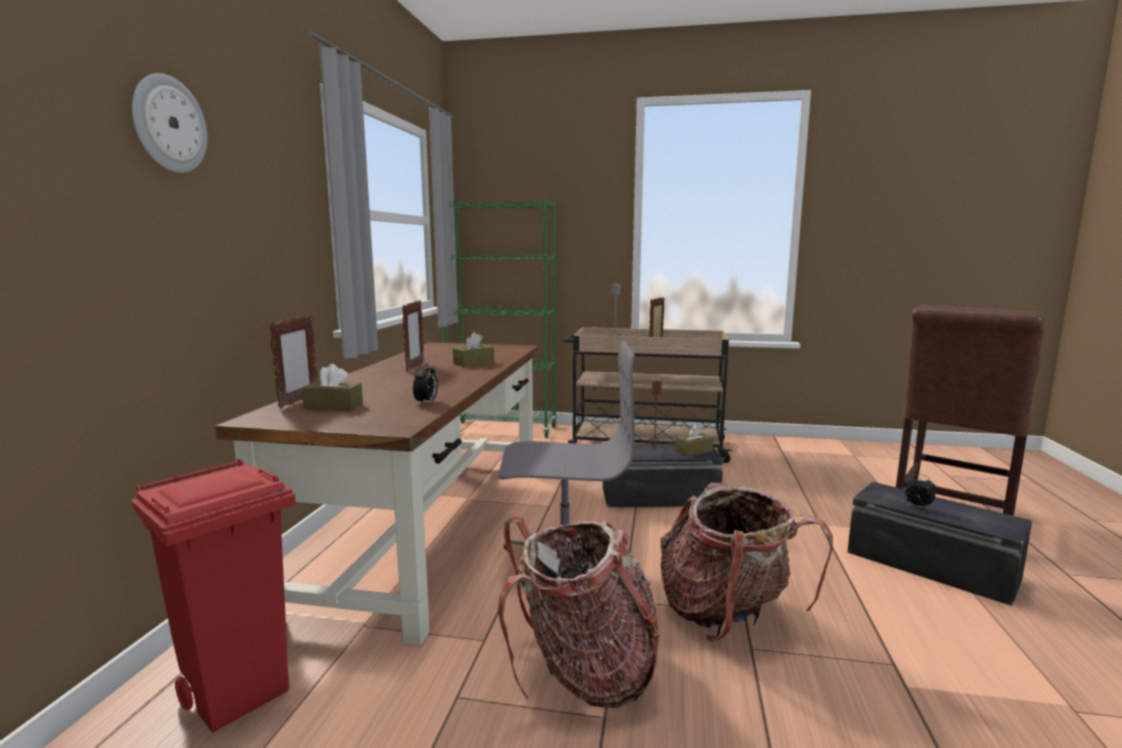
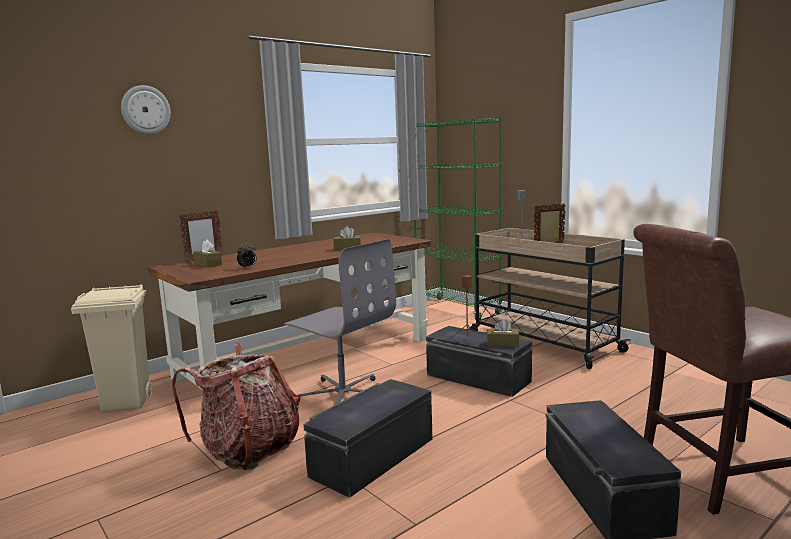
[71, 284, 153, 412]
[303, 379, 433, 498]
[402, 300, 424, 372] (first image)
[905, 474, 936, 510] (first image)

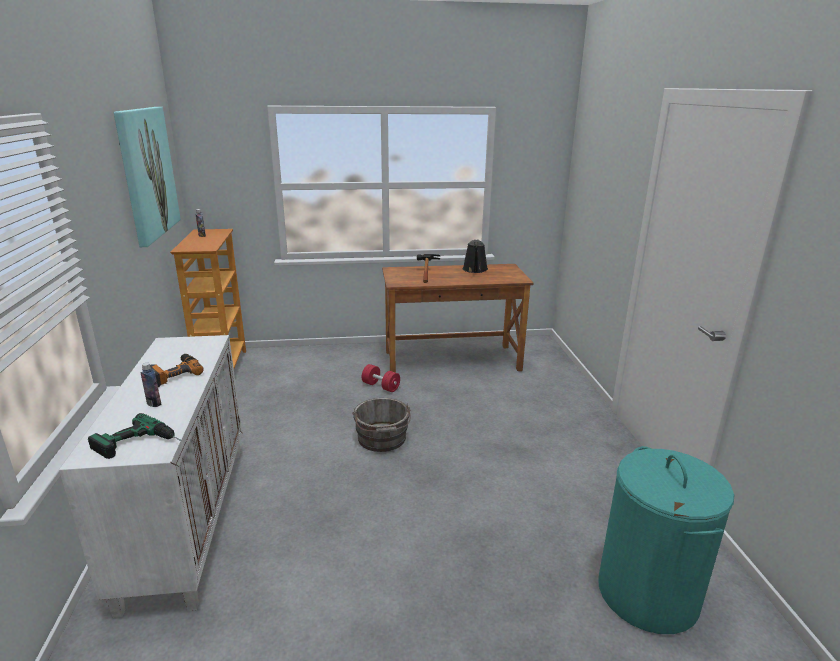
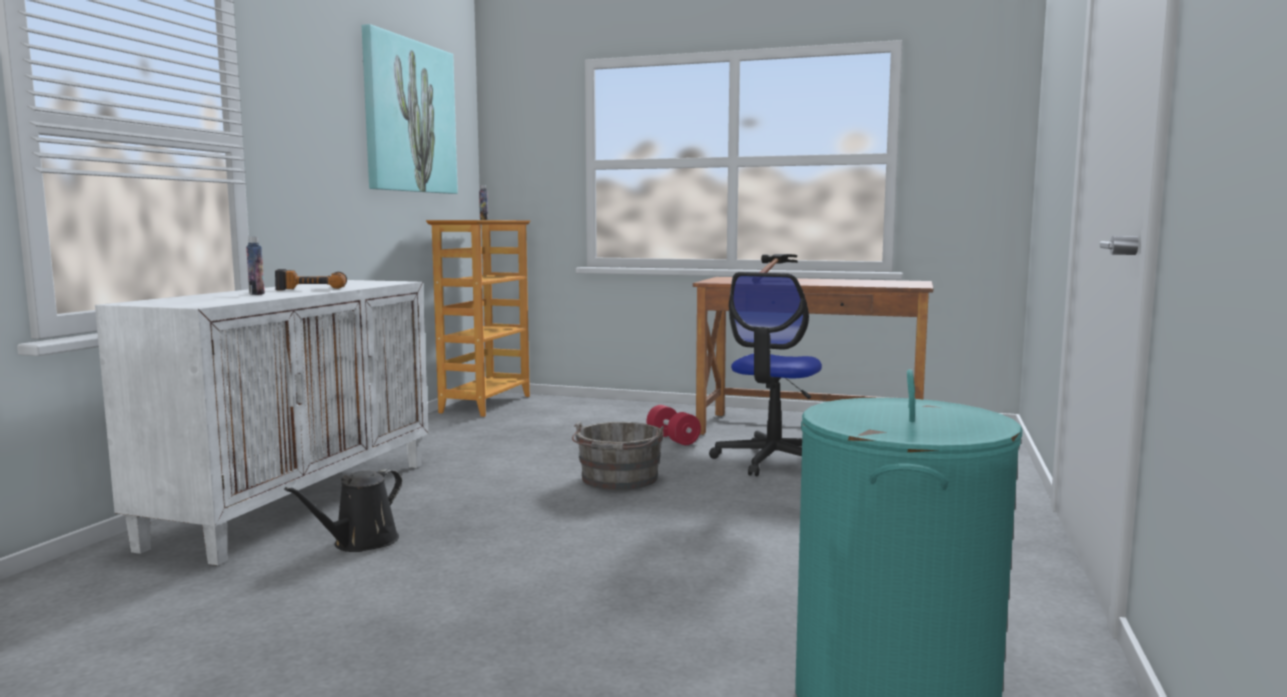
[284, 469, 402, 552]
[709, 272, 822, 476]
[88, 413, 182, 459] (first image)

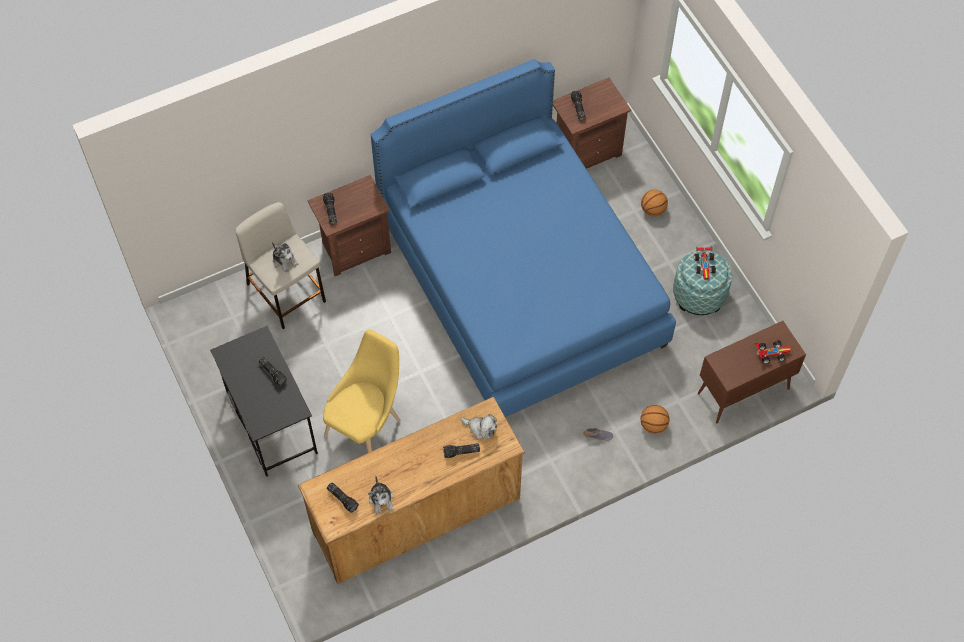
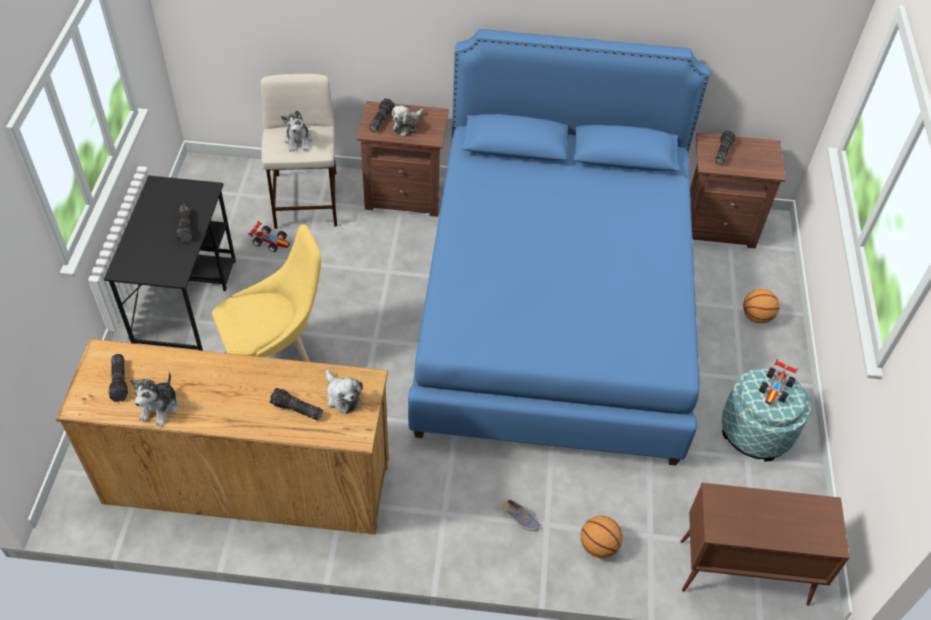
[249, 221, 290, 252]
[392, 106, 424, 137]

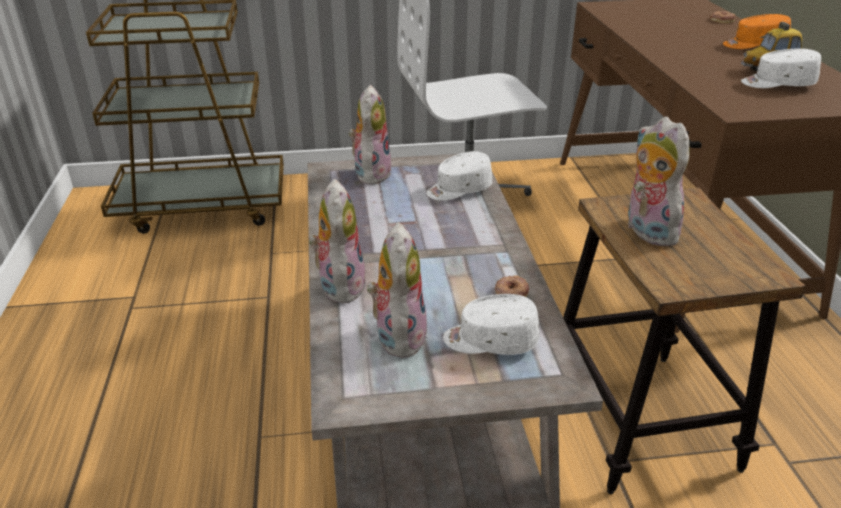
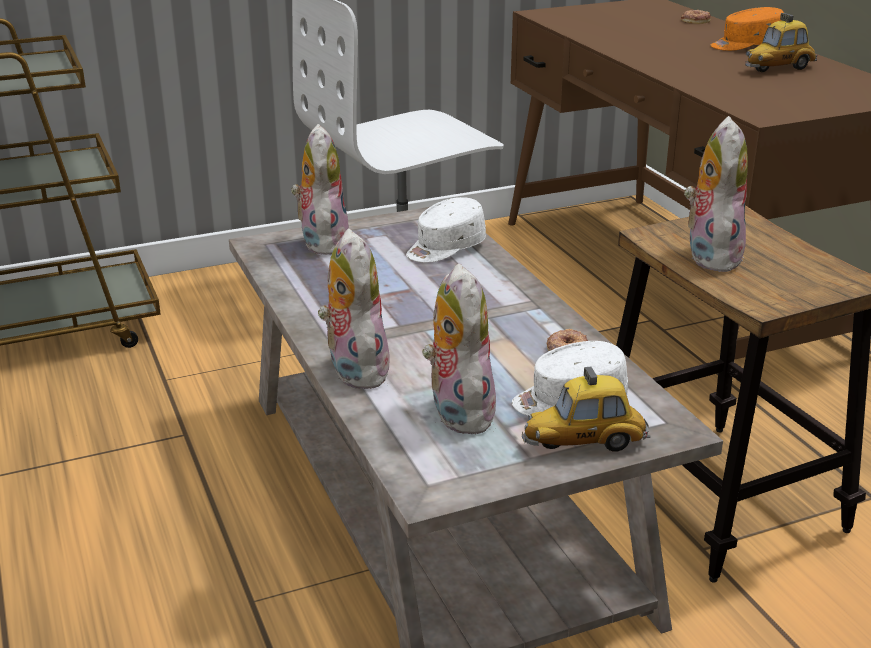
[522, 367, 650, 452]
[684, 116, 748, 272]
[741, 49, 821, 88] (first image)

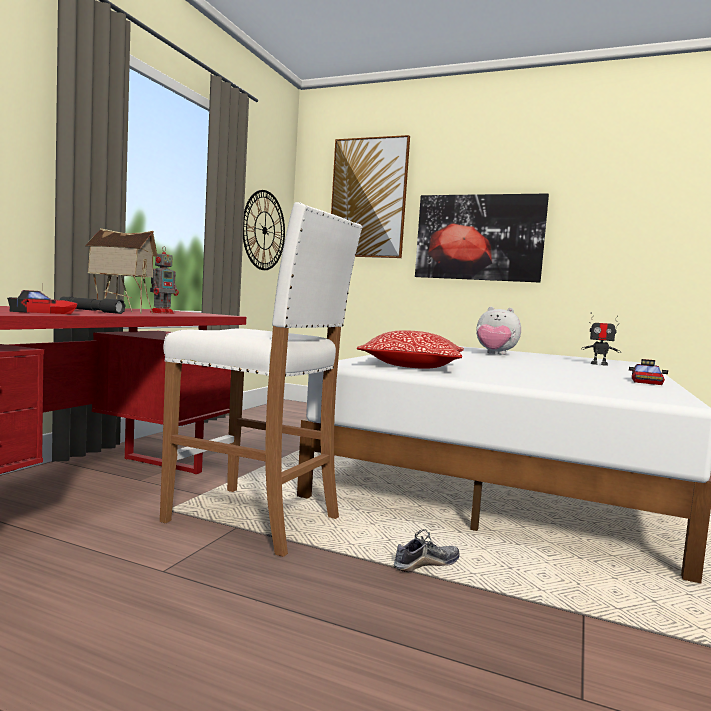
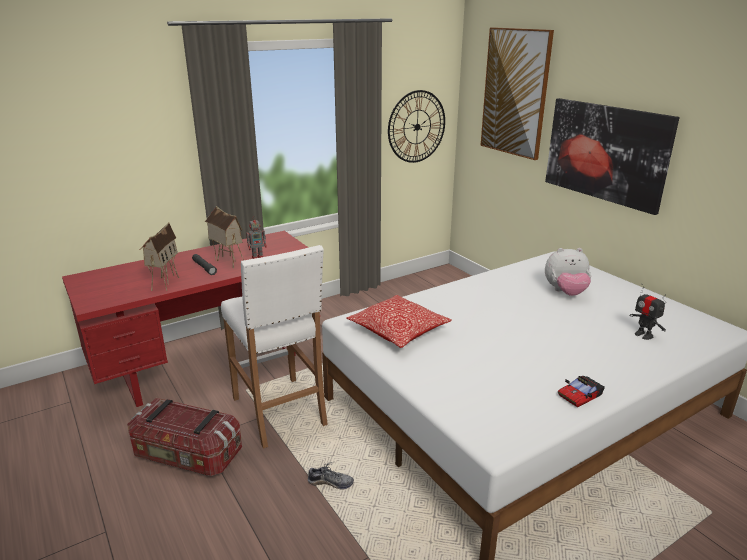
[127, 398, 242, 476]
[140, 222, 179, 291]
[545, 248, 591, 296]

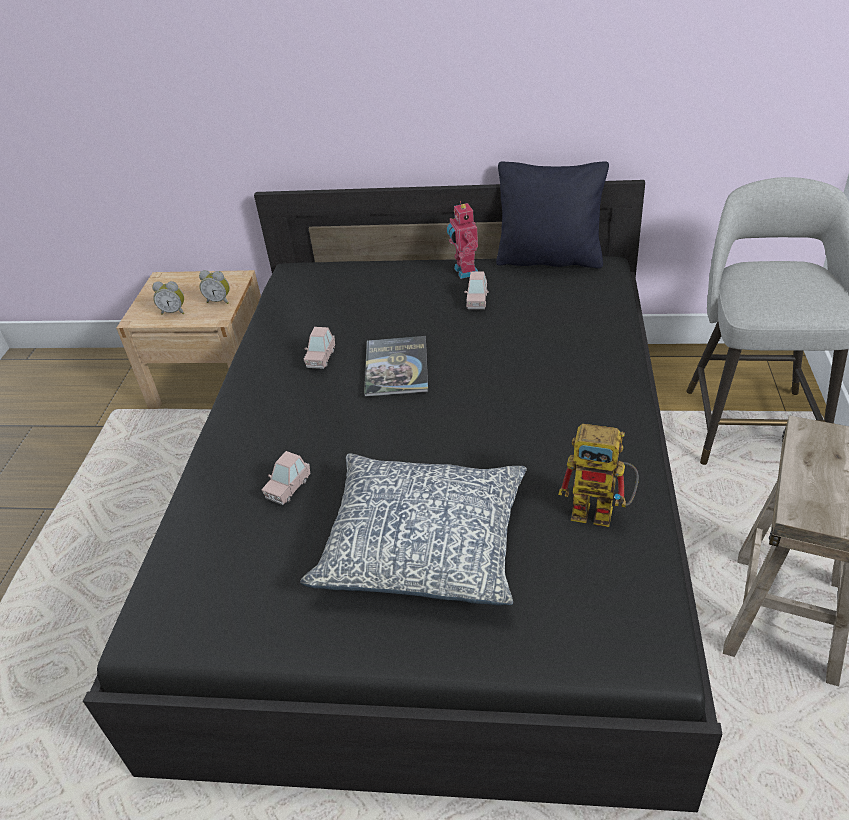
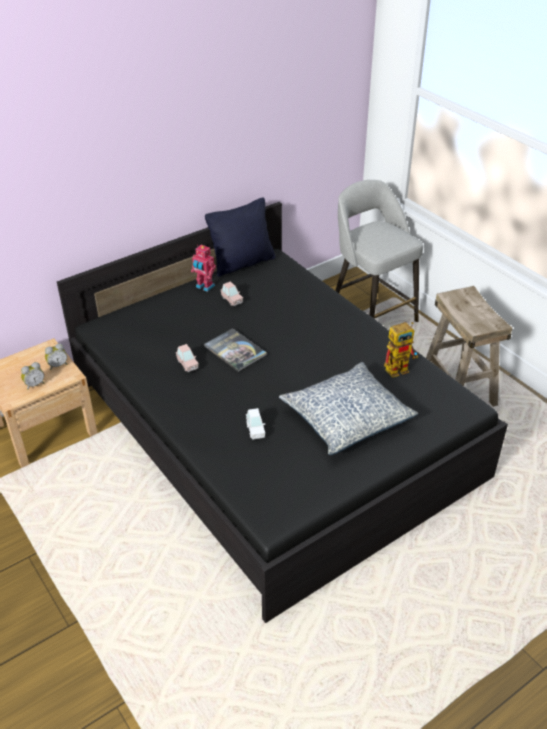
[246, 408, 265, 440]

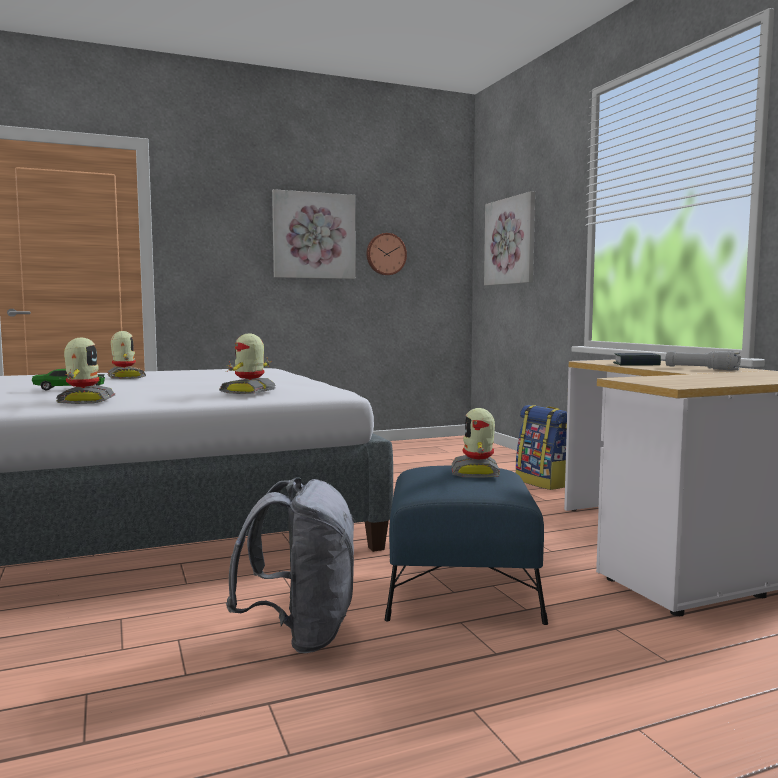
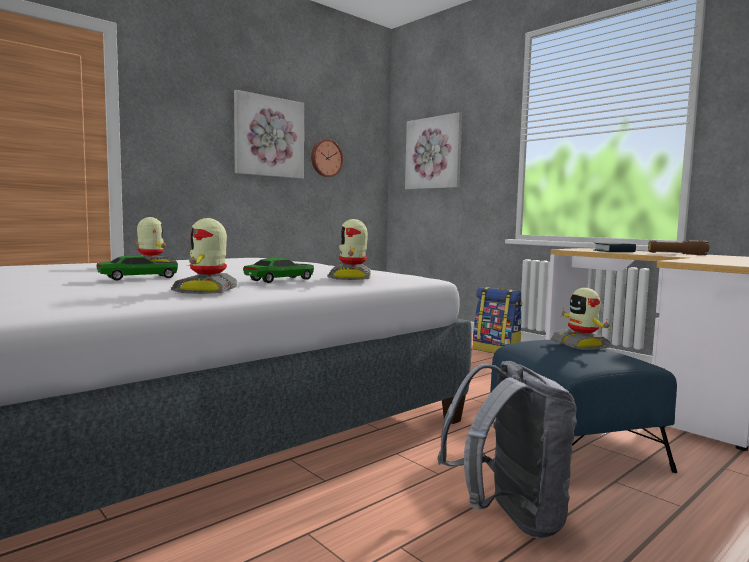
[171, 218, 237, 294]
[243, 258, 314, 283]
[648, 240, 709, 255]

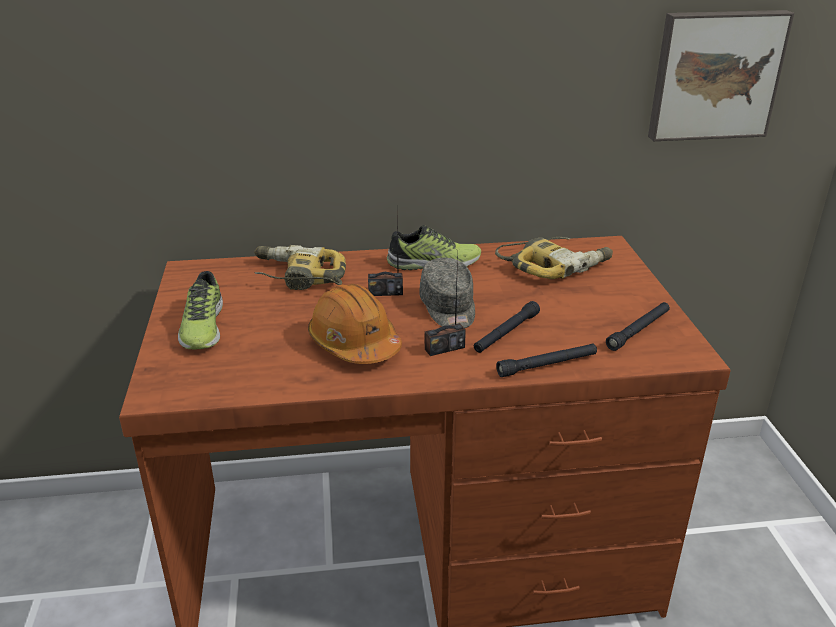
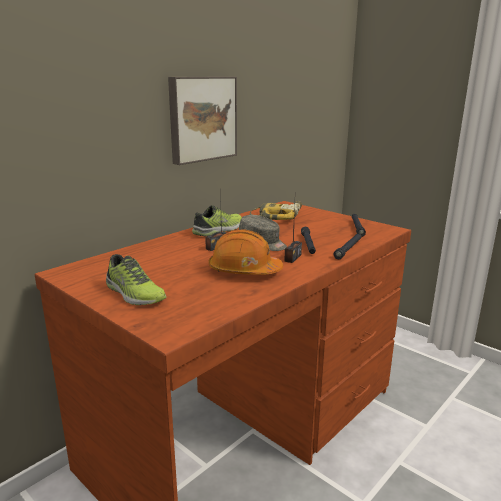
[168, 77, 237, 165]
[254, 245, 346, 290] (first image)

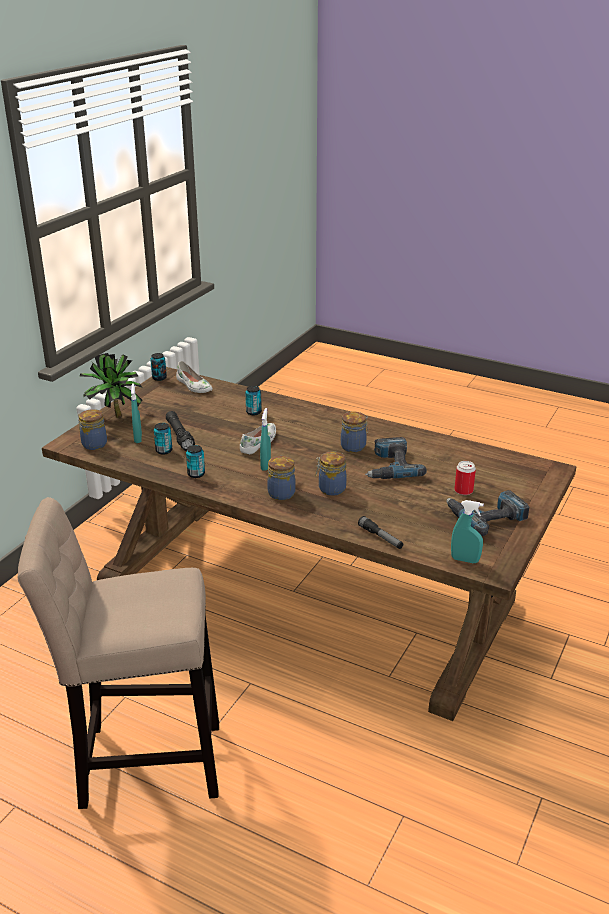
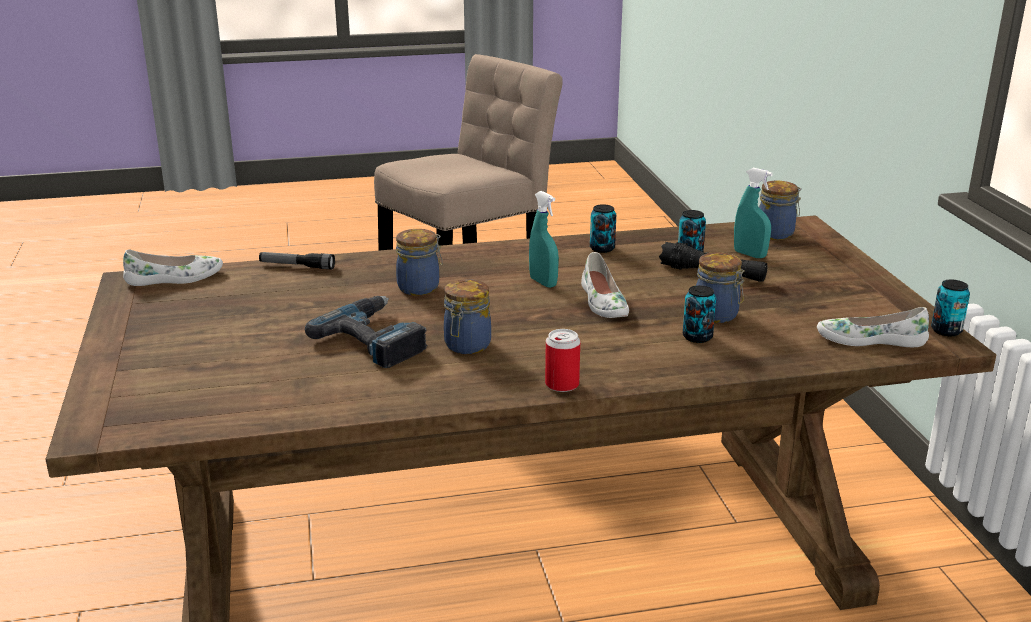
[123, 249, 223, 286]
[545, 329, 580, 392]
[696, 252, 745, 323]
[80, 353, 143, 418] (first image)
[446, 490, 530, 536] (first image)

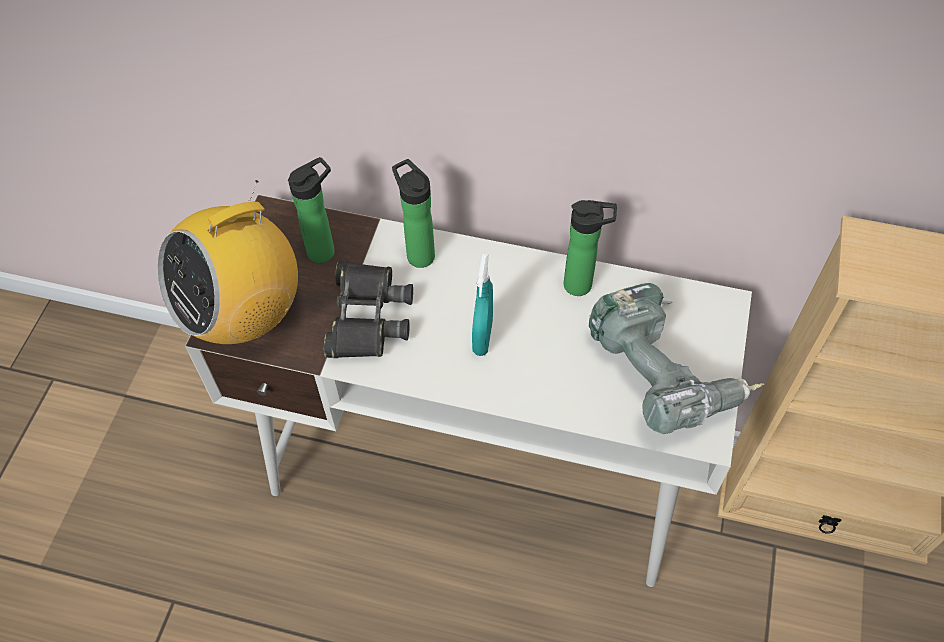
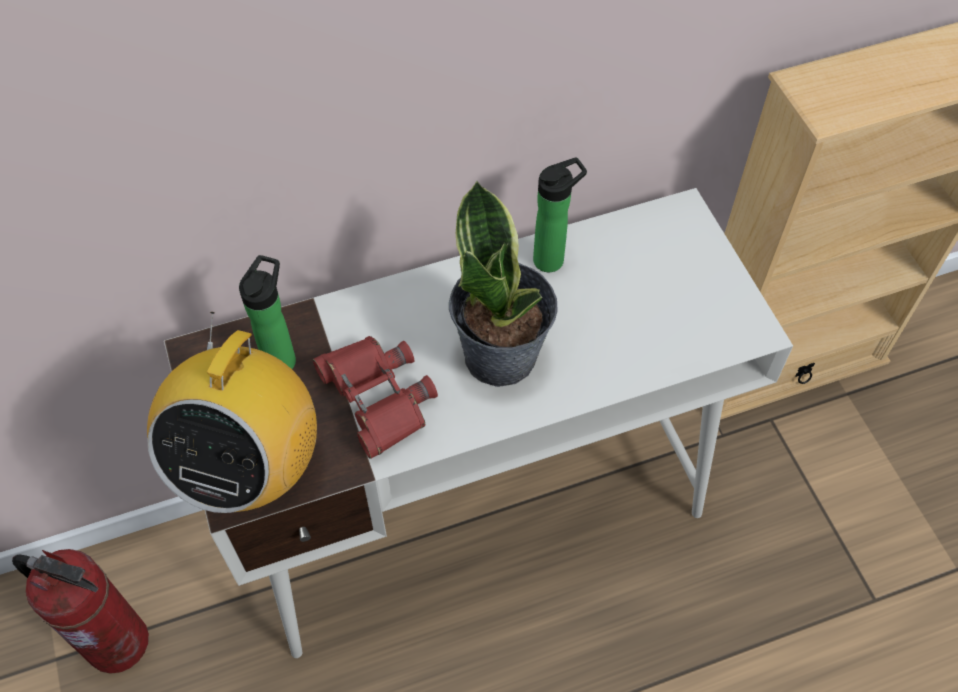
[12, 549, 149, 674]
[313, 336, 438, 459]
[449, 180, 558, 387]
[392, 159, 435, 268] (first image)
[589, 283, 764, 434] (first image)

